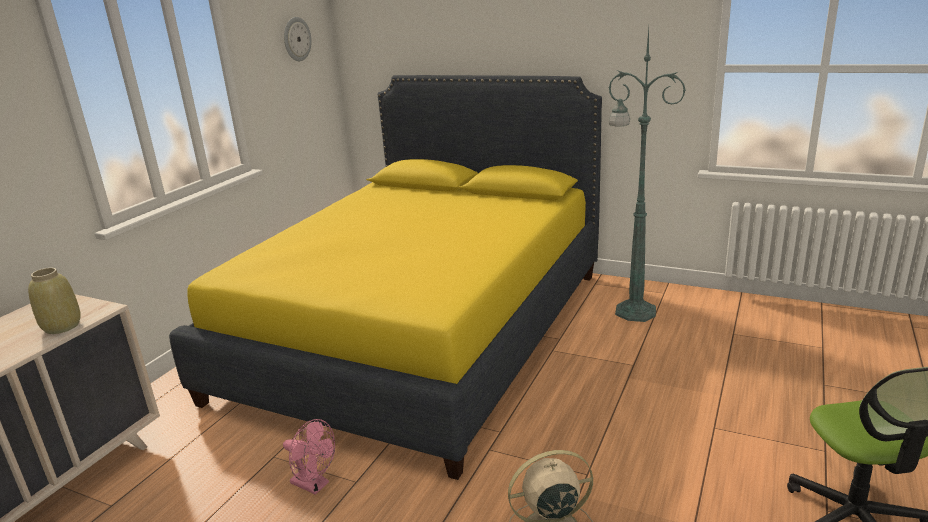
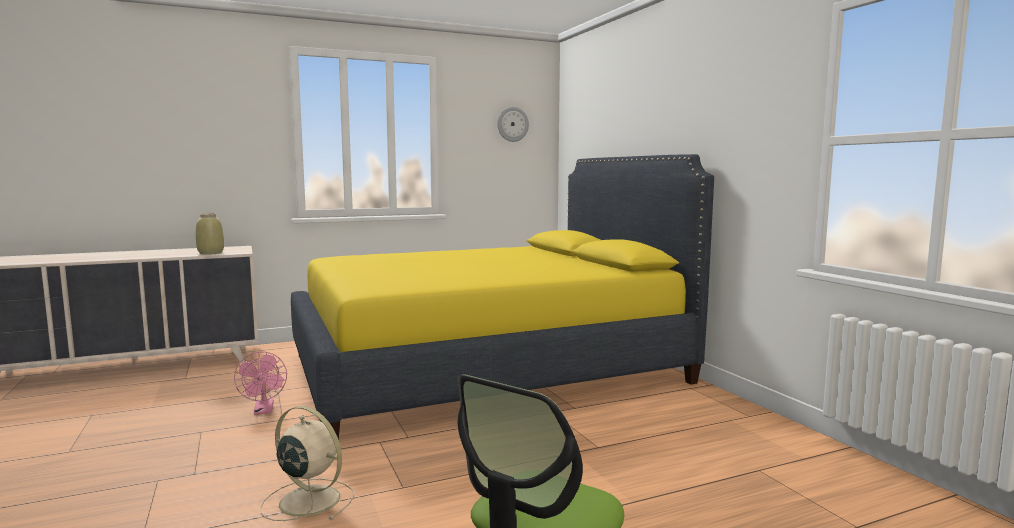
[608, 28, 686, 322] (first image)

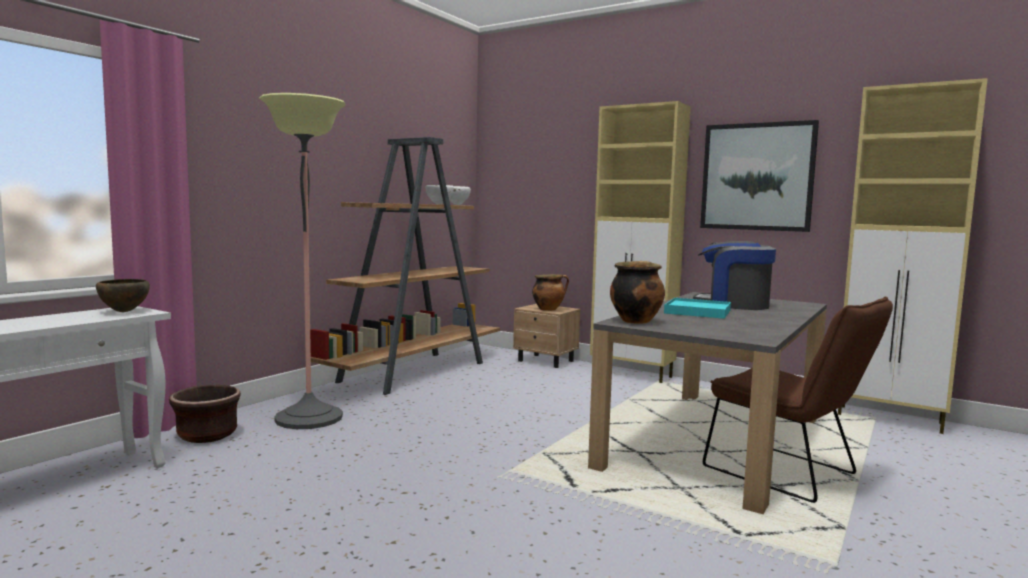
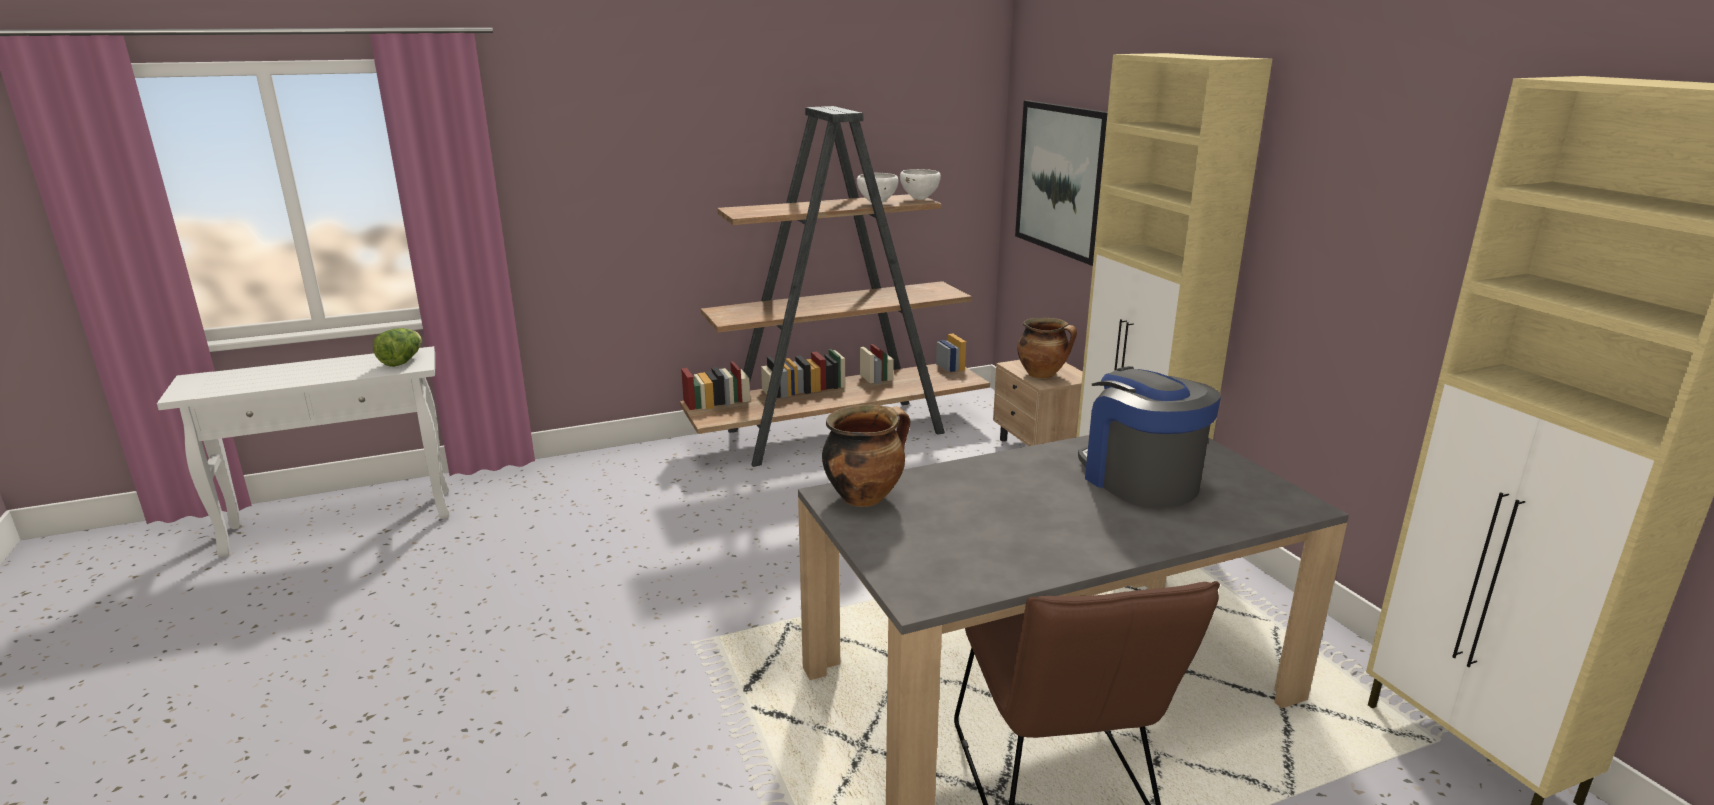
[373, 328, 422, 367]
[1015, 100, 1108, 266]
[169, 385, 241, 443] (first image)
[259, 93, 346, 429] (first image)
[664, 298, 731, 319] (first image)

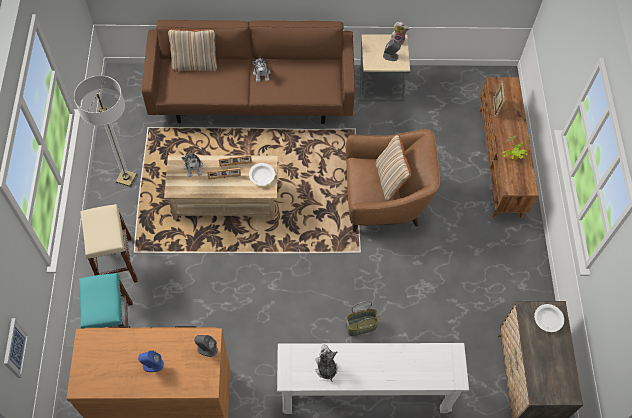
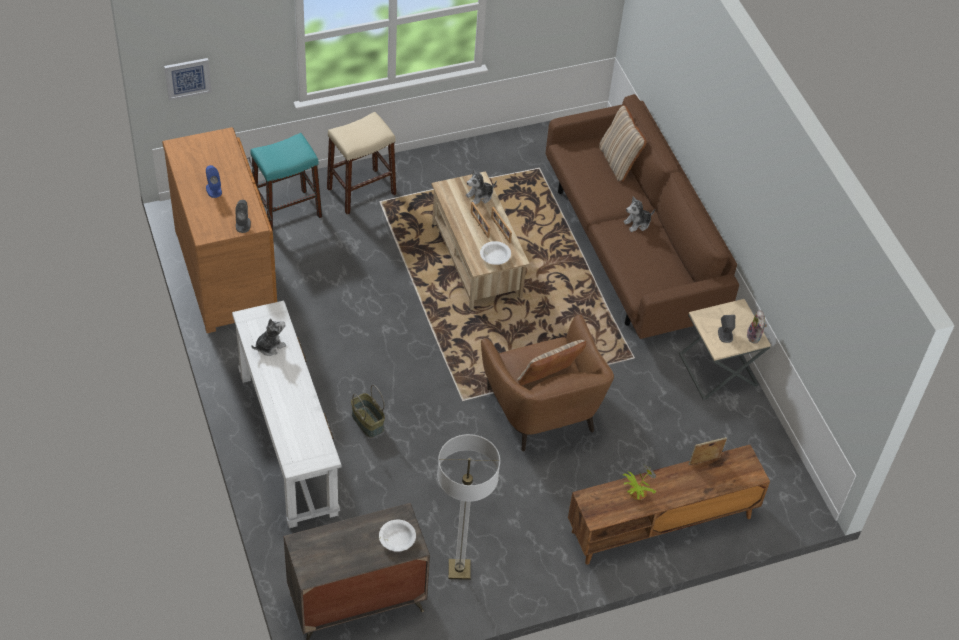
[437, 434, 500, 580]

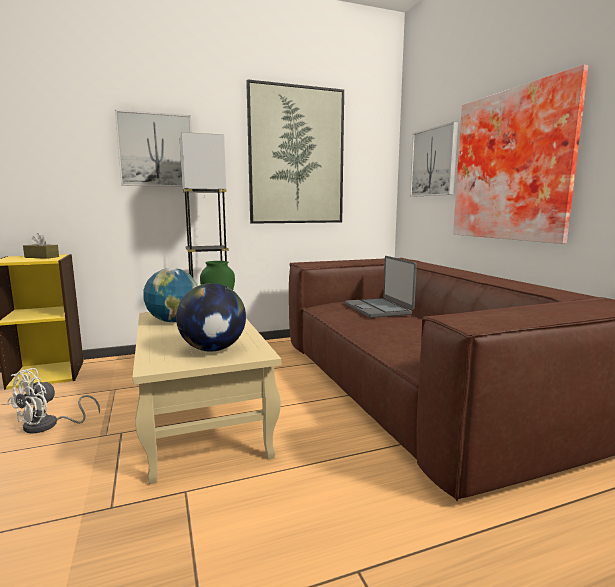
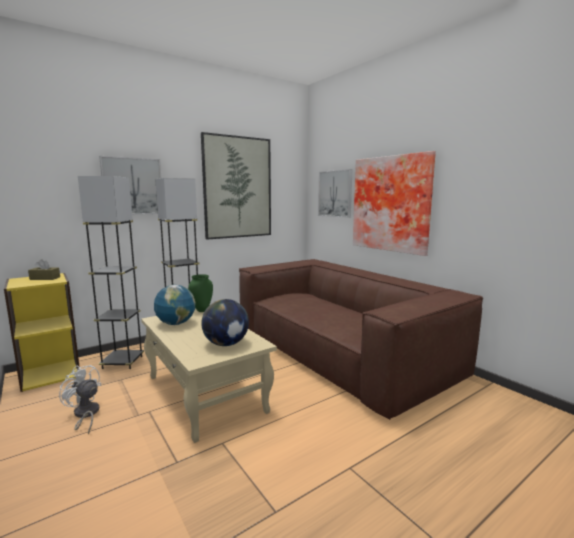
[59, 365, 101, 435]
[78, 176, 144, 369]
[345, 256, 417, 318] (first image)

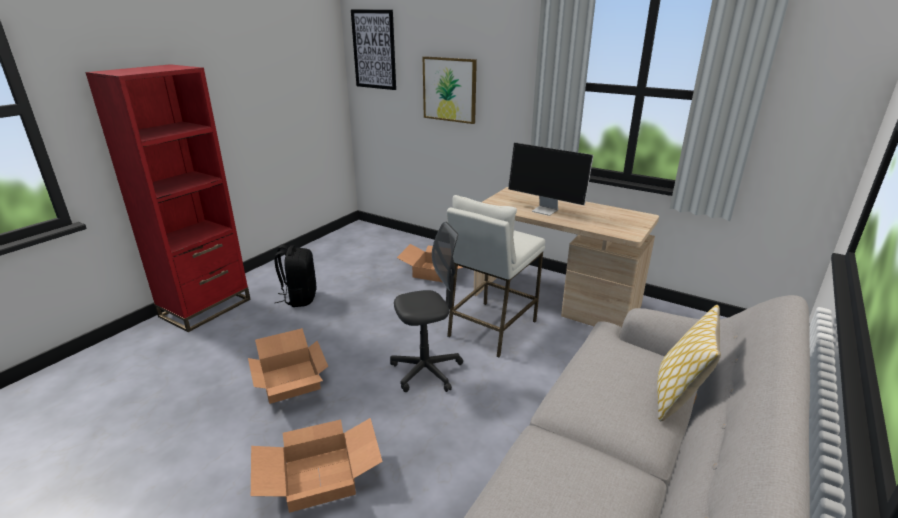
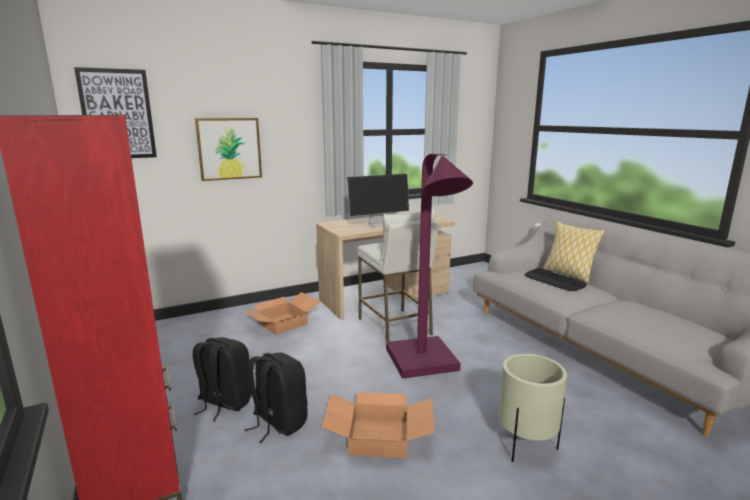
[245, 353, 307, 443]
[386, 154, 473, 379]
[499, 354, 567, 462]
[524, 268, 587, 291]

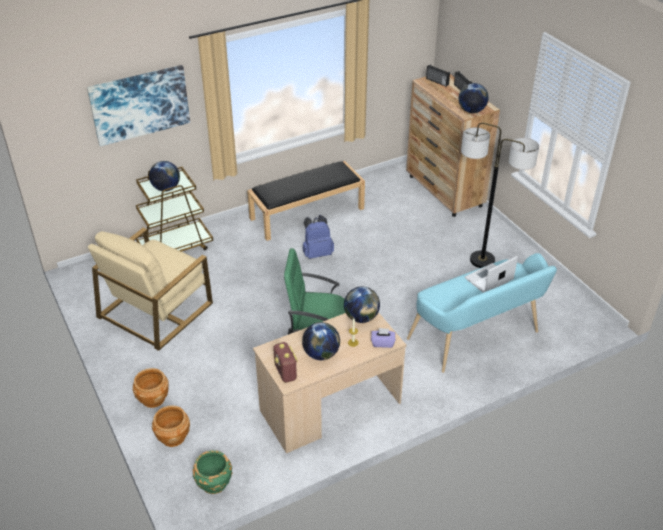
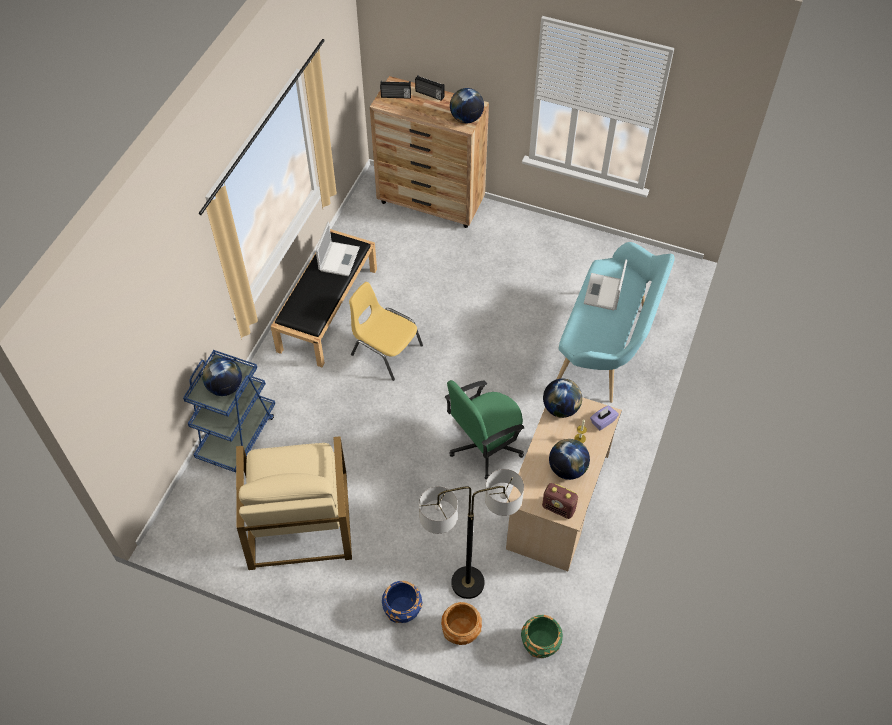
[183, 350, 275, 473]
[316, 222, 360, 276]
[349, 282, 423, 381]
[382, 581, 423, 623]
[419, 469, 524, 599]
[87, 65, 190, 146] (first image)

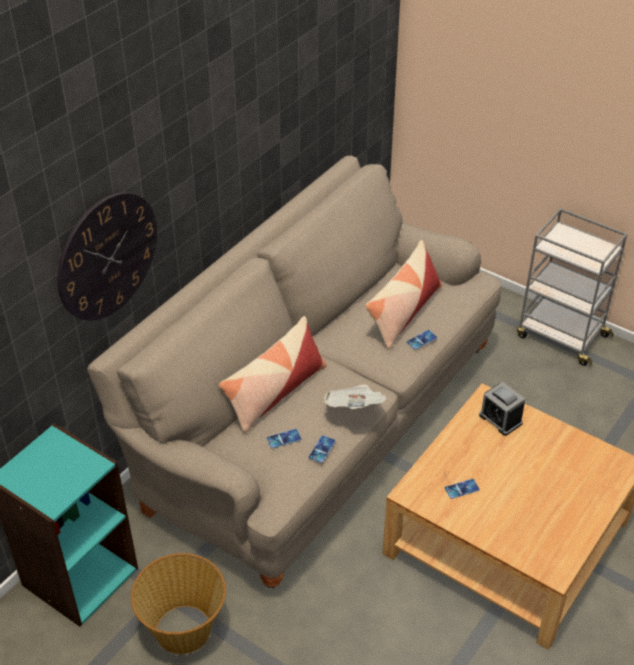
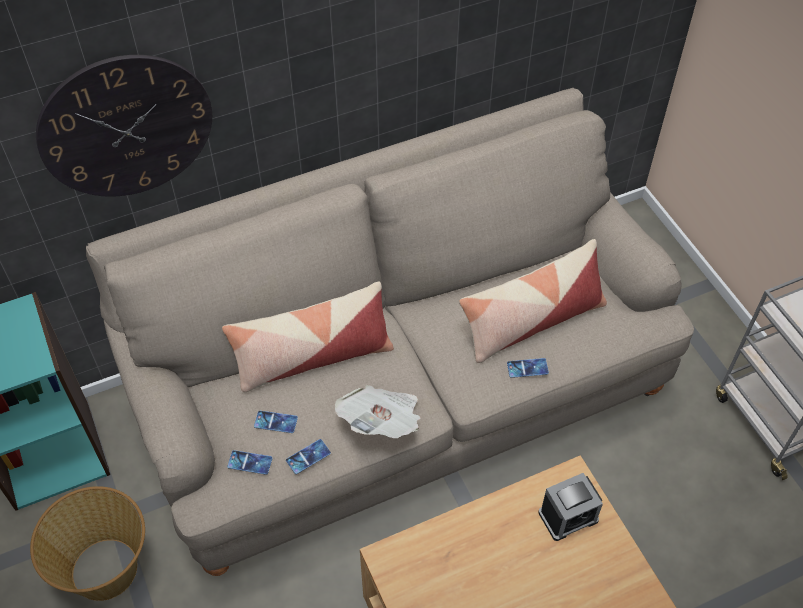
[227, 450, 273, 475]
[538, 473, 603, 541]

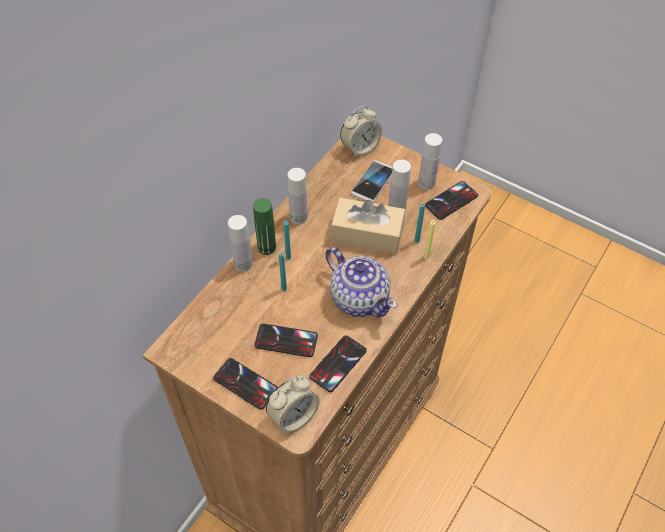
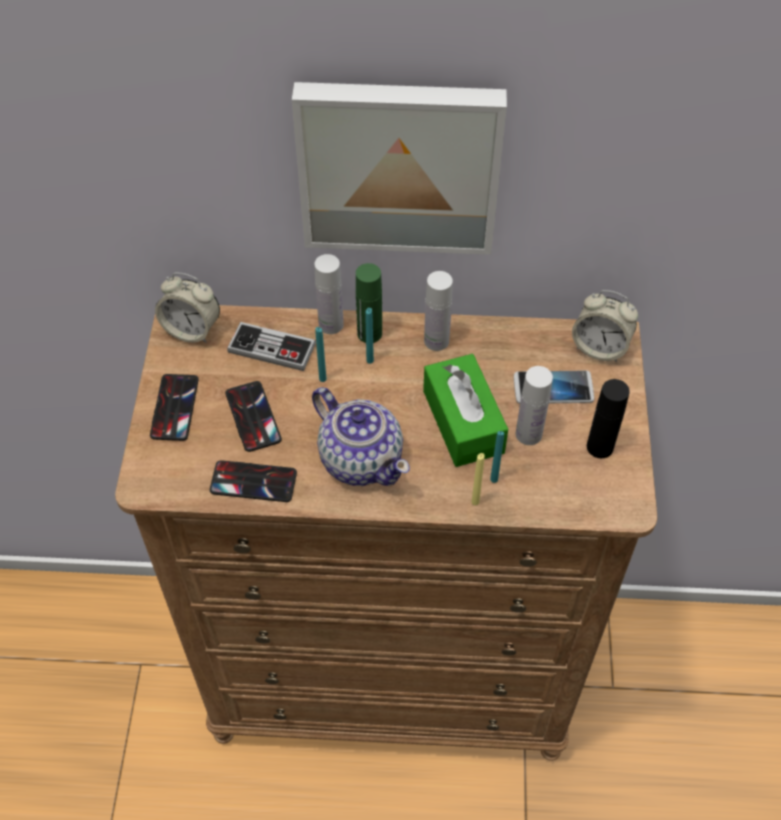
[155, 273, 220, 343]
[227, 322, 316, 371]
[292, 82, 507, 255]
[312, 387, 410, 486]
[423, 354, 508, 467]
[587, 379, 630, 458]
[425, 181, 478, 220] (first image)

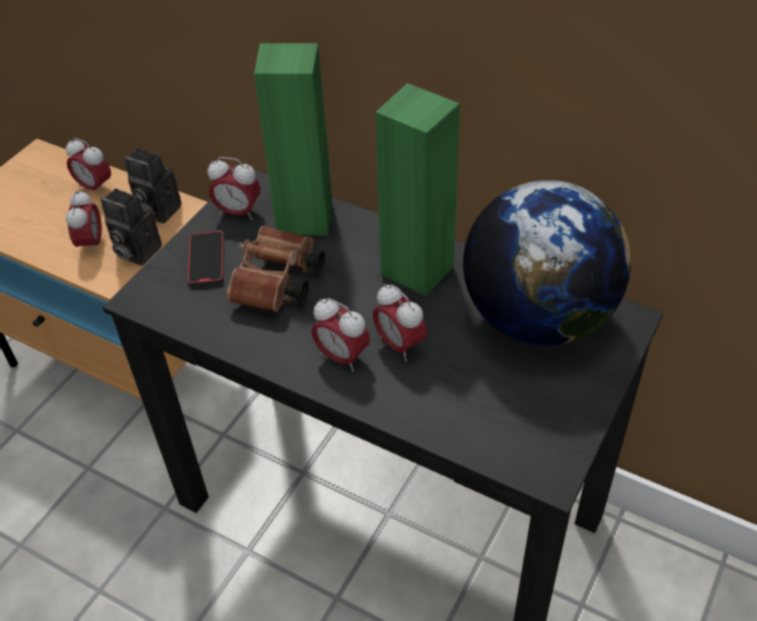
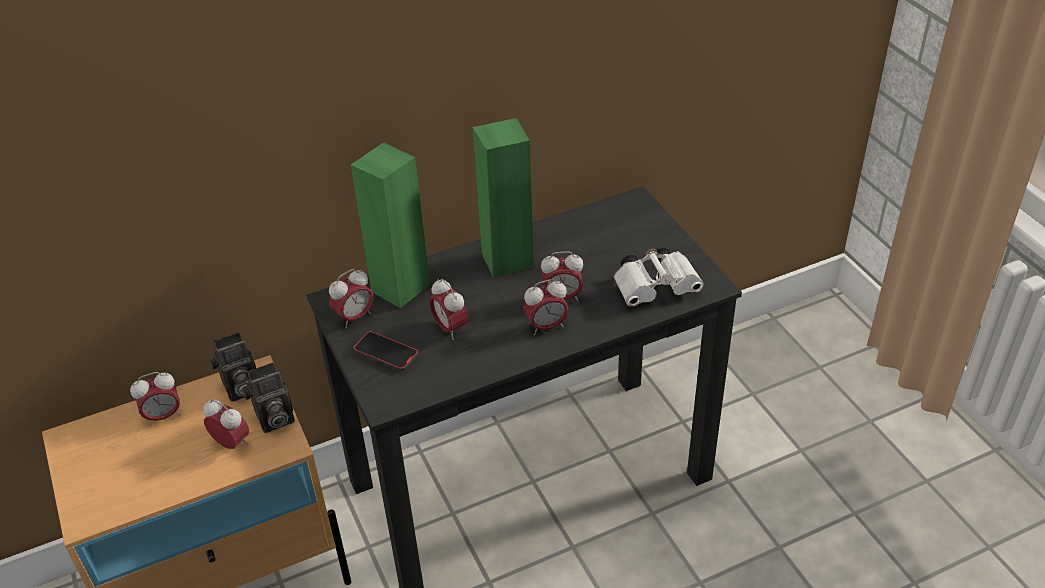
[430, 279, 468, 340]
[614, 247, 704, 307]
[463, 180, 631, 346] (first image)

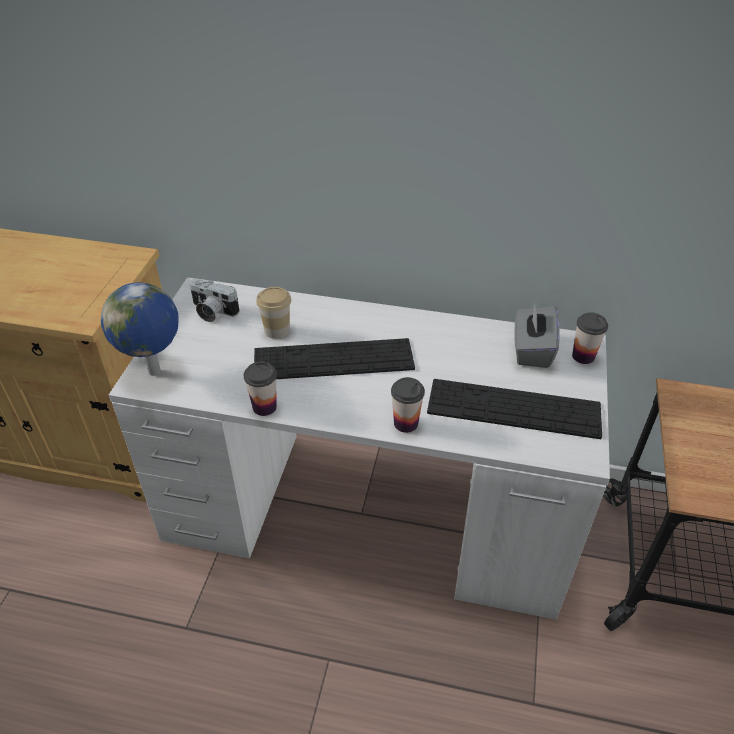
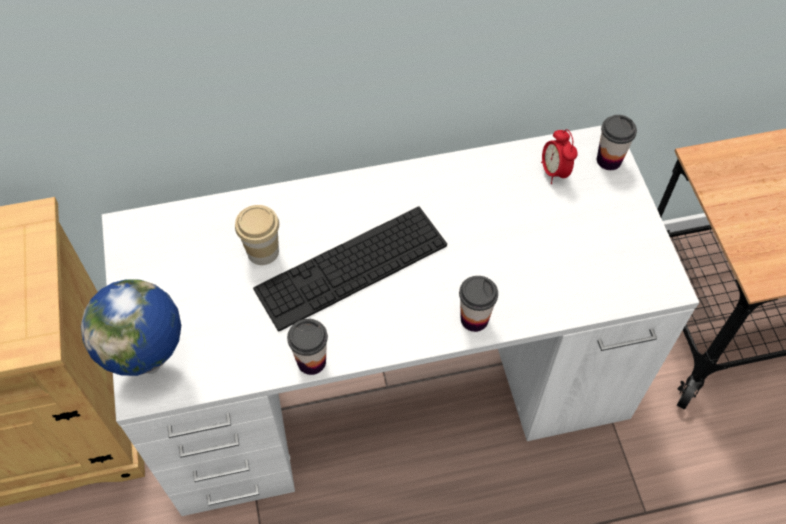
[541, 129, 578, 184]
[189, 279, 240, 322] (first image)
[427, 379, 602, 439] (first image)

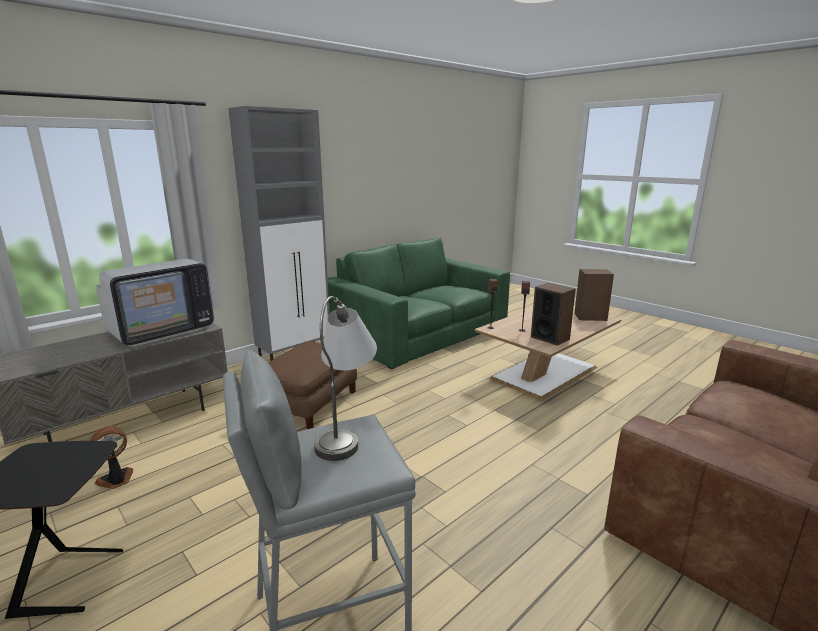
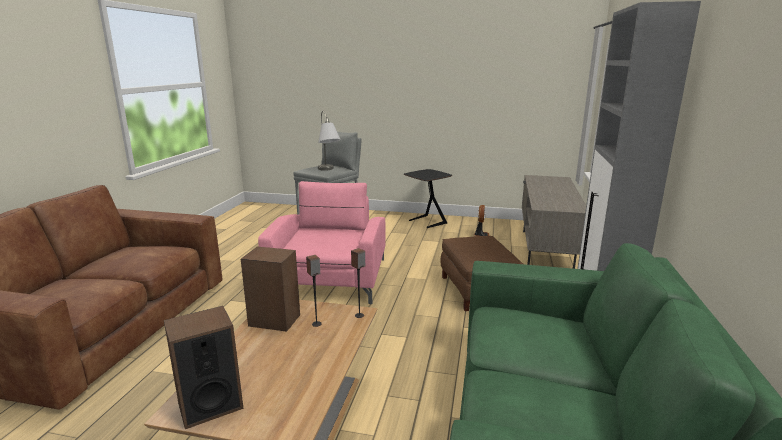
[258, 181, 385, 304]
[96, 259, 214, 347] (first image)

